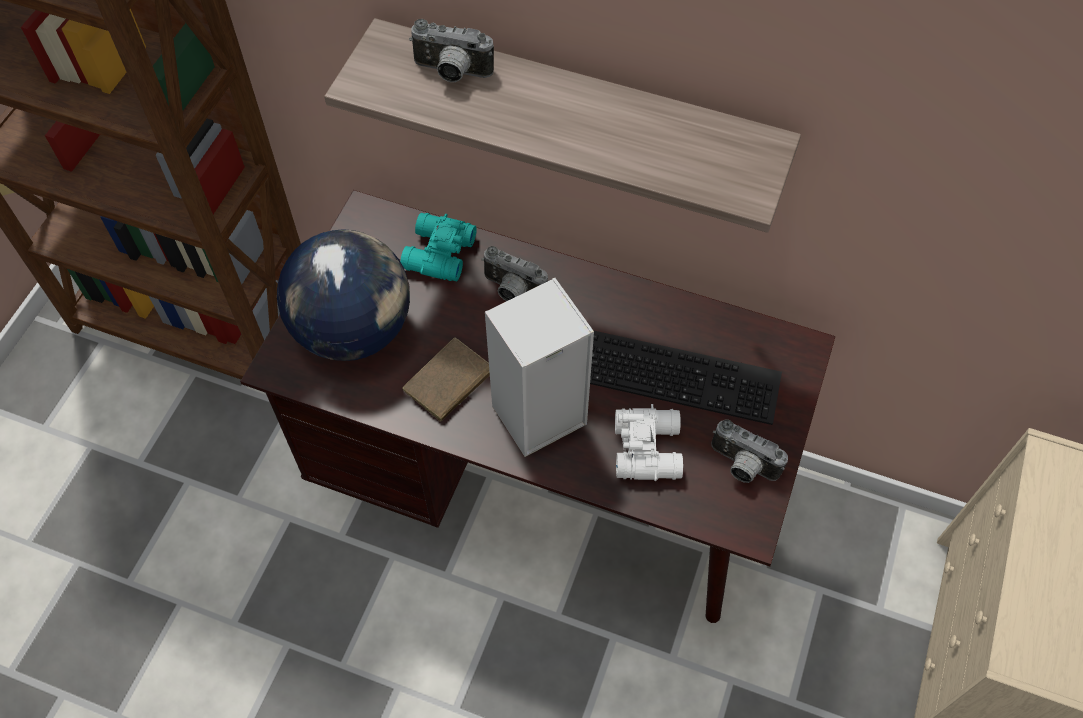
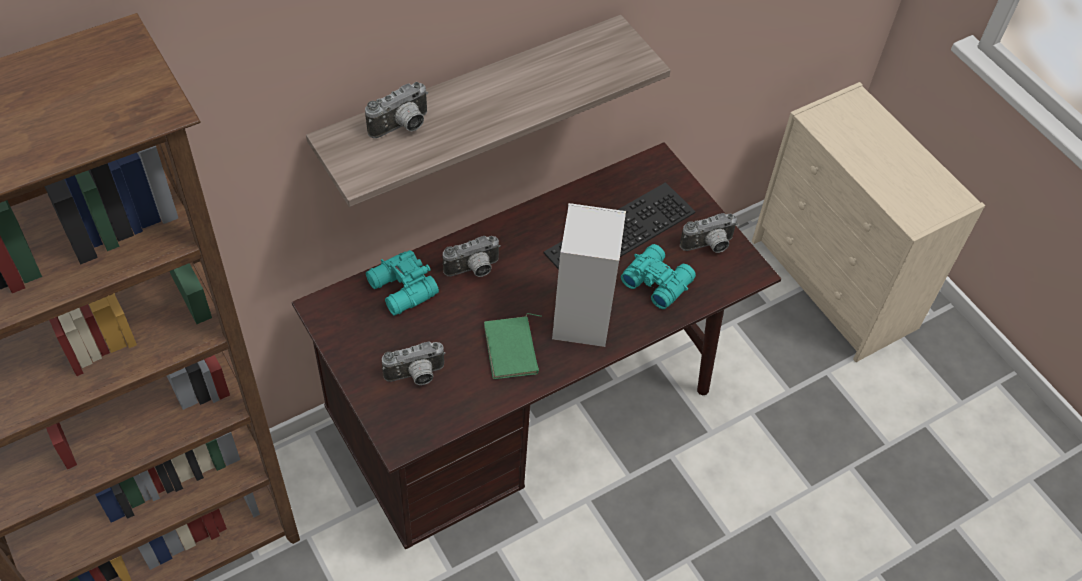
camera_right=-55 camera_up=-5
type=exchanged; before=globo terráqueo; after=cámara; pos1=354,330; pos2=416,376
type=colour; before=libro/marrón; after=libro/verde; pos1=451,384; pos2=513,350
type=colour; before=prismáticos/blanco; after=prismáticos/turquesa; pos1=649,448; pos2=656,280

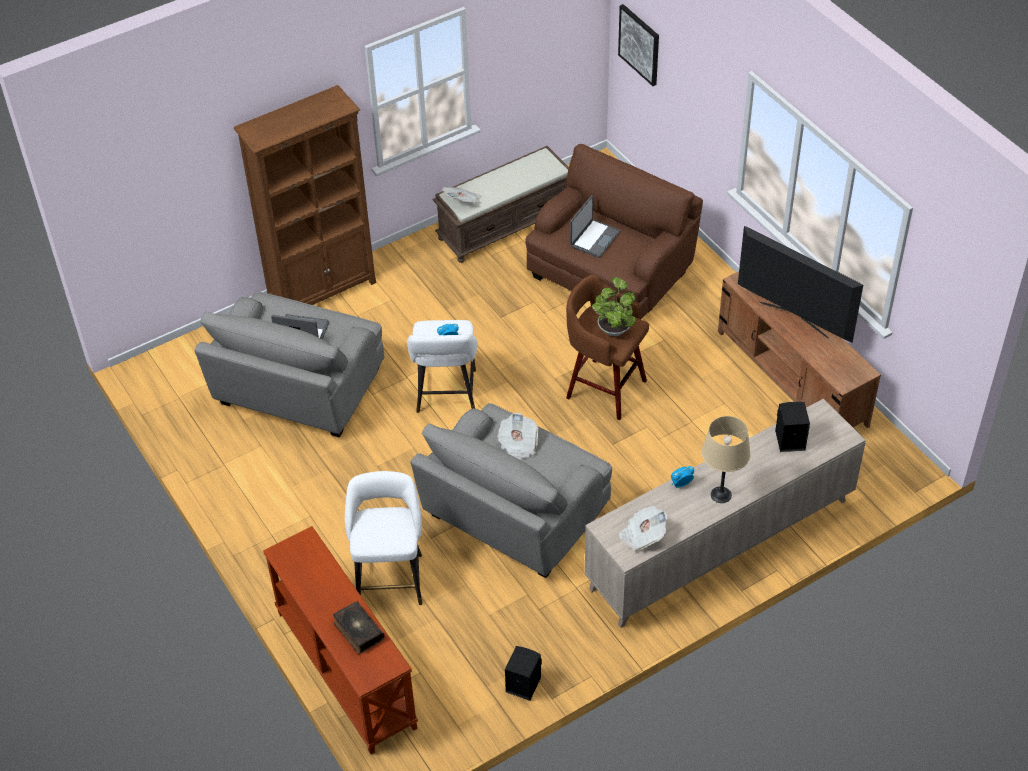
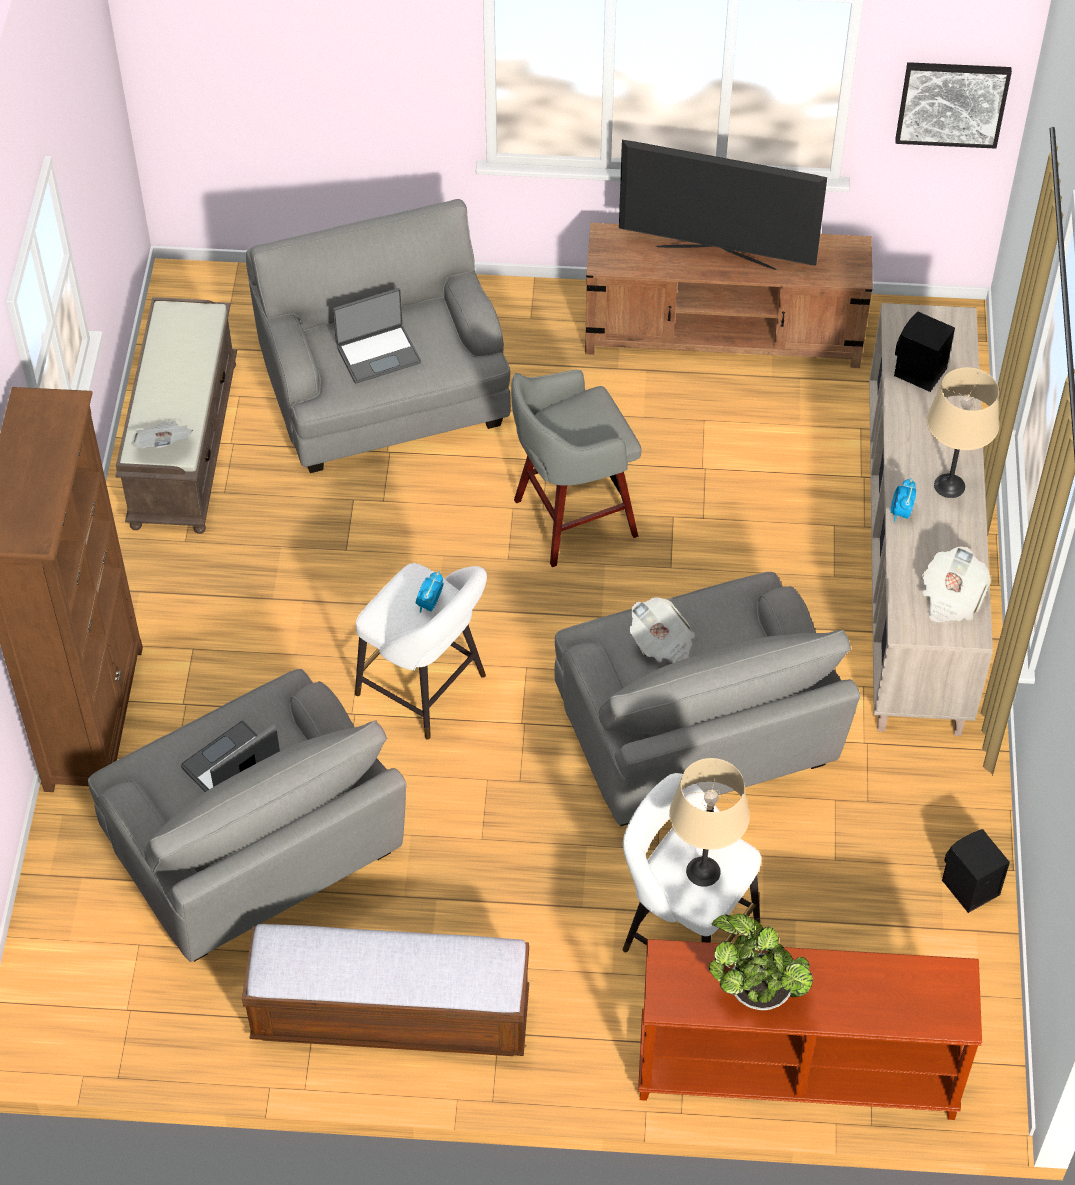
camera_right=-55 camera_up=5
type=missing; before=libro; pos1=358,631
type=colour; before=sillón/marrón; after=sillón/gris; pos1=612,272; pos2=383,390
type=colour; before=taburete/marrón; after=taburete/gris; pos1=604,388; pos2=571,519
type=spun; before=portátil; pos1=594,239; pos2=378,354; turn=90
type=relocated; before=planta en maceta; pos1=614,328; pos2=755,989
type=relocated; before=cuadro; pos1=639,44; pos2=952,103
type=spun; before=televisor; pos1=792,320; pos2=716,256; turn=-150
type=appeared; after=banco; pos2=390,1016
type=appeared; after=lámpara de mesa/beis; pos2=703,871

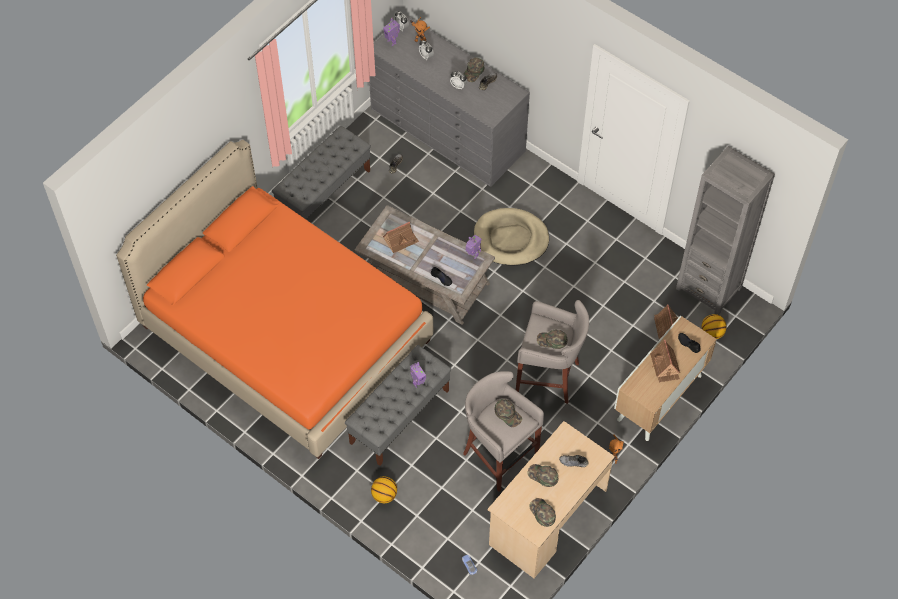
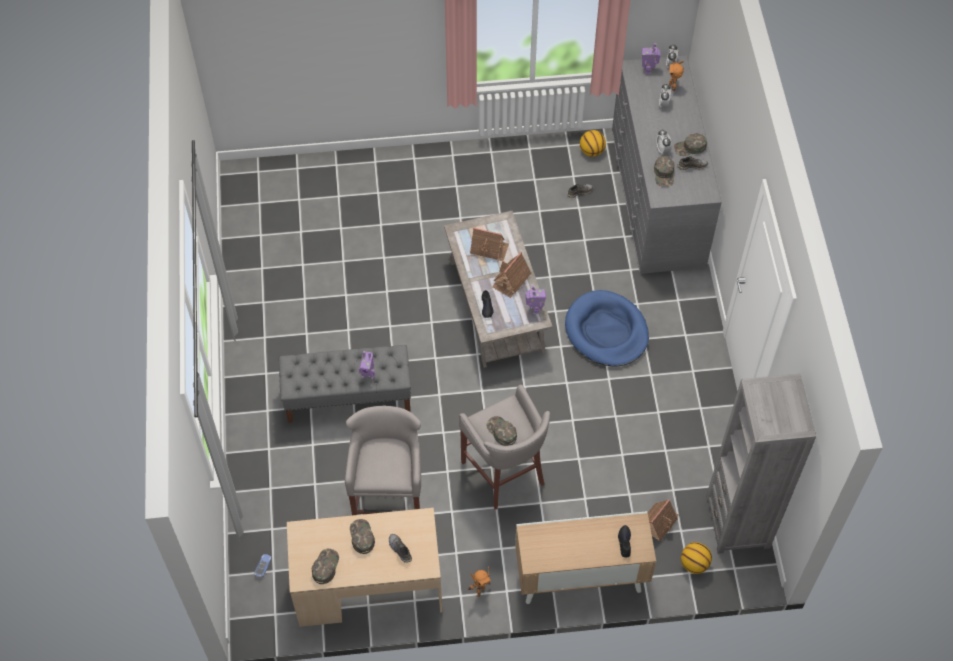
camera_right=45 camera_up=0
type=missing; before=cama/naranja; pos1=285,334
type=missing; before=banco/gris; pos1=324,192
type=relocated; before=balón de baloncesto; pos1=384,495; pos2=592,151
type=colour; before=cama para perro/beis; after=cama para perro/azul; pos1=511,239; pos2=606,331
type=relocated; before=gorra/verde; pos1=508,414; pos2=664,174
type=relocated; before=casita; pos1=665,366; pos2=511,280

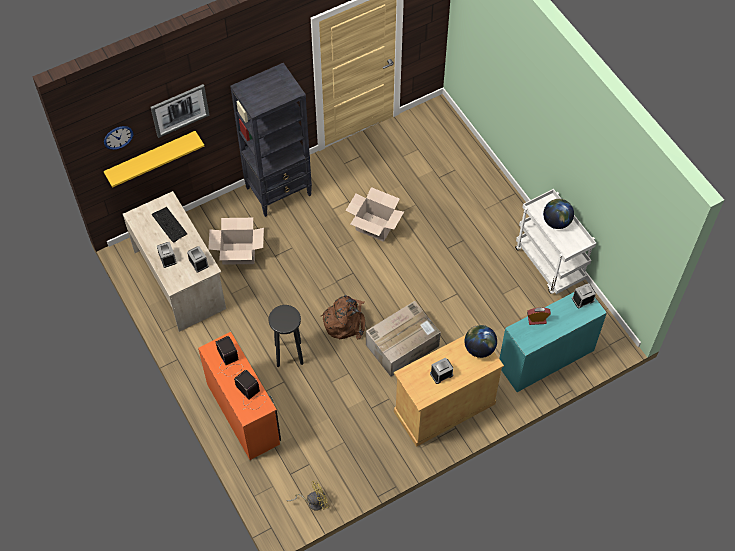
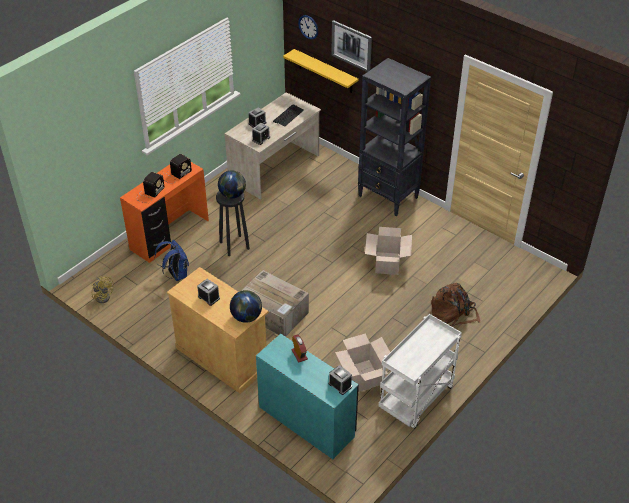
camera_right=70 camera_up=-15
type=relocated; before=caja de cartón; pos1=239,253; pos2=364,375
type=relocated; before=mochila/marrón; pos1=345,321; pos2=453,315
type=relocated; before=globo terráqueo; pos1=556,222; pos2=232,195
type=appeared; after=mochila/azul; pos2=176,274

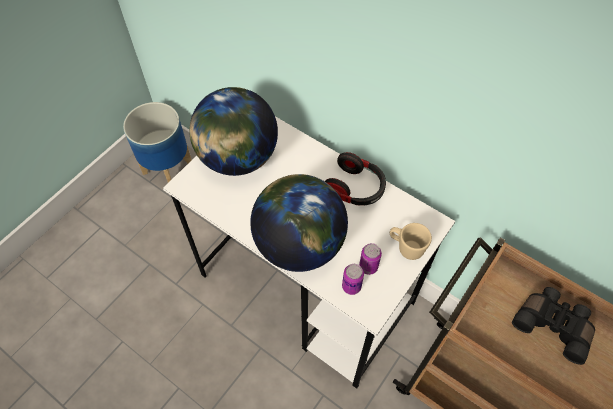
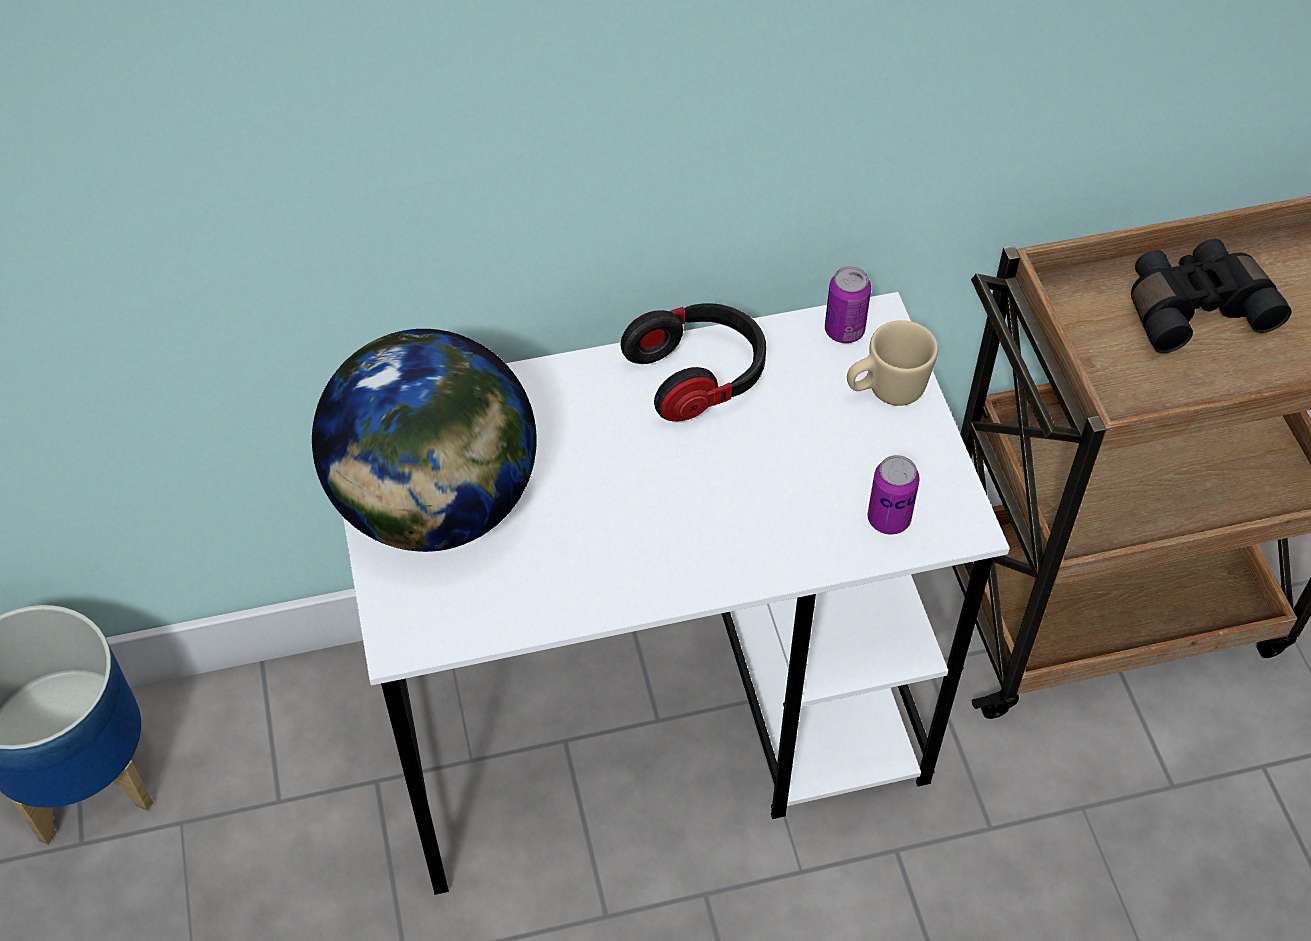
camera_right=-50 camera_up=-5
type=missing; before=globo terráqueo; pos1=299,244
type=relocated; before=lata; pos1=368,266; pos2=844,331

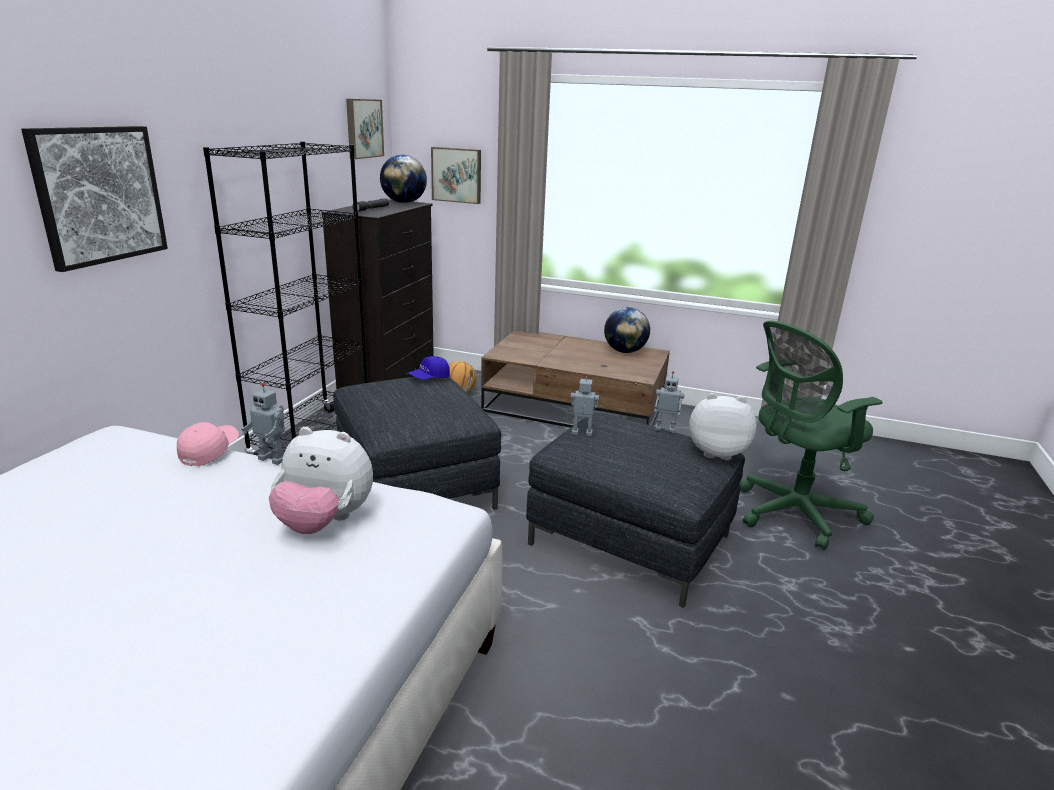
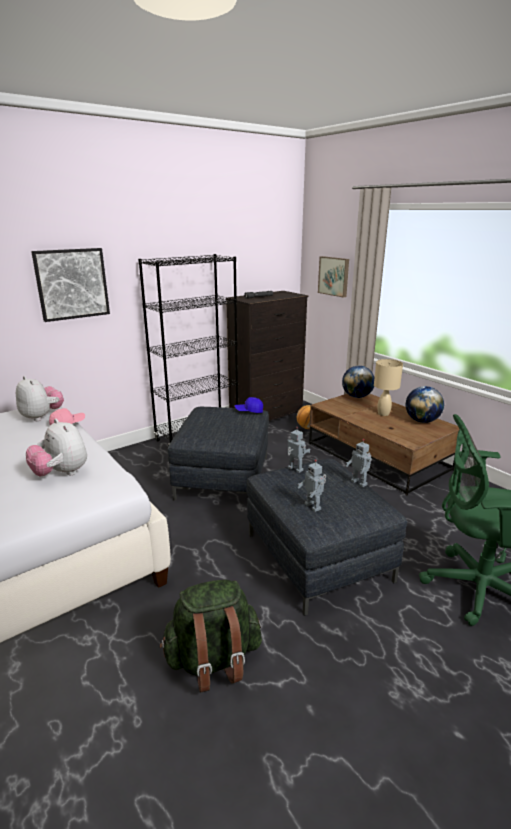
camera_right=35 camera_up=0
type=relocated; before=robot de juguete; pos1=273,459; pos2=313,506
type=missing; before=cuadro; pos1=363,128
type=relocated; before=globo terráqueo; pos1=404,203; pos2=357,396
type=relocated; before=peluche; pos1=716,452; pos2=42,417
type=appeared; after=mochila/verde; pos2=213,660
type=appeared; after=lámpara de mesa/beis; pos2=384,413

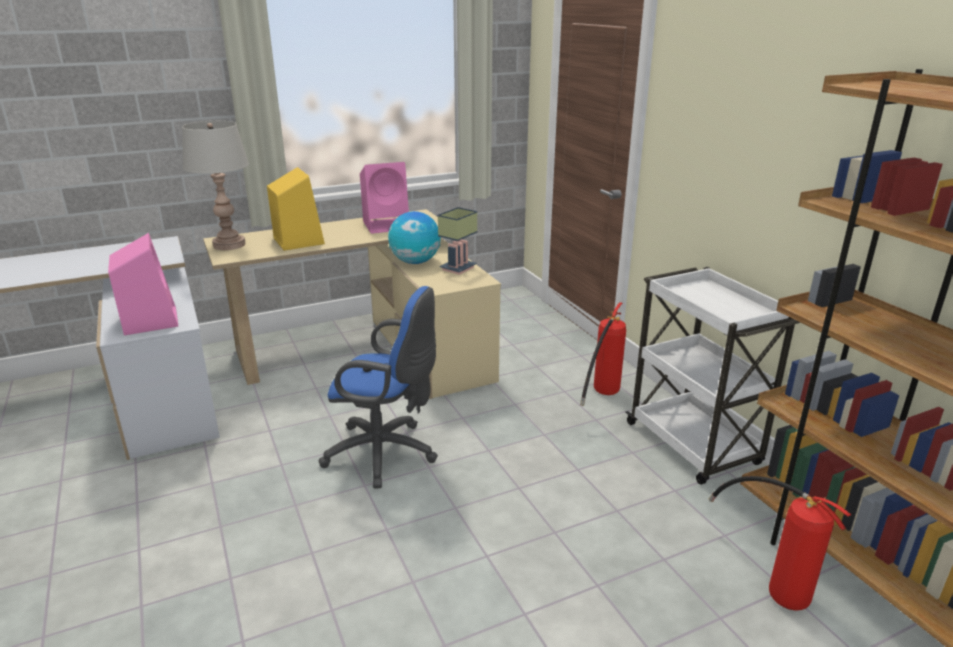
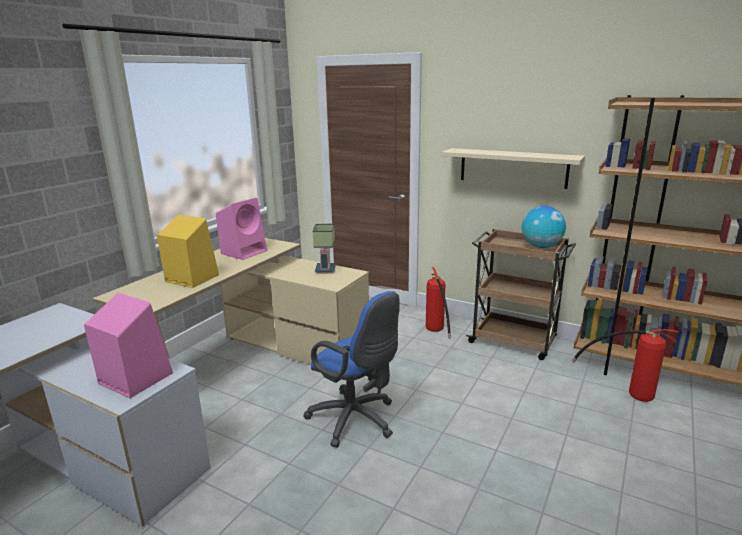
camera_right=-35 camera_up=-5
type=missing; before=lámpara de mesa/gris; pos1=229,245
type=spun; before=silla de oficina/azul; pos1=386,454; pos2=356,420; turn=60
type=relocated; before=globo terráqueo; pos1=415,262; pos2=541,247
type=colour; before=carrito/blanco; after=carrito/marrón; pos1=694,445; pos2=514,341
type=appeared; after=estante/beis; pos2=513,168

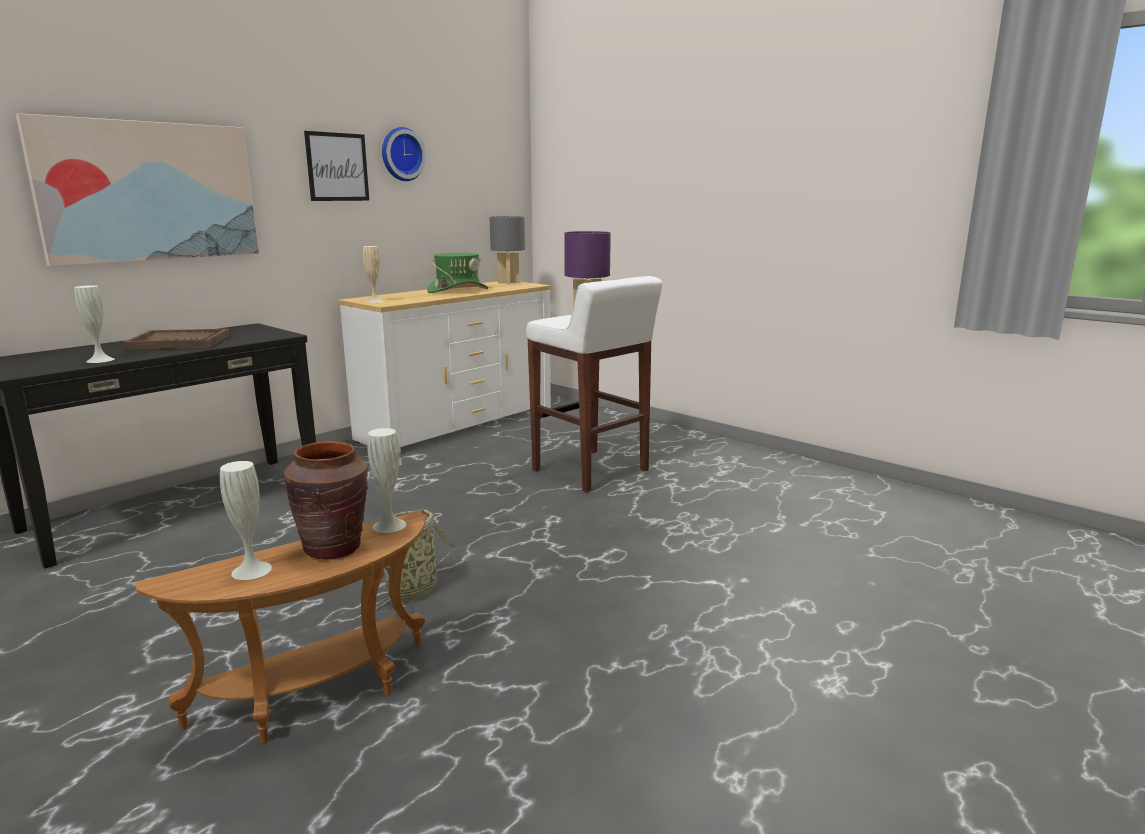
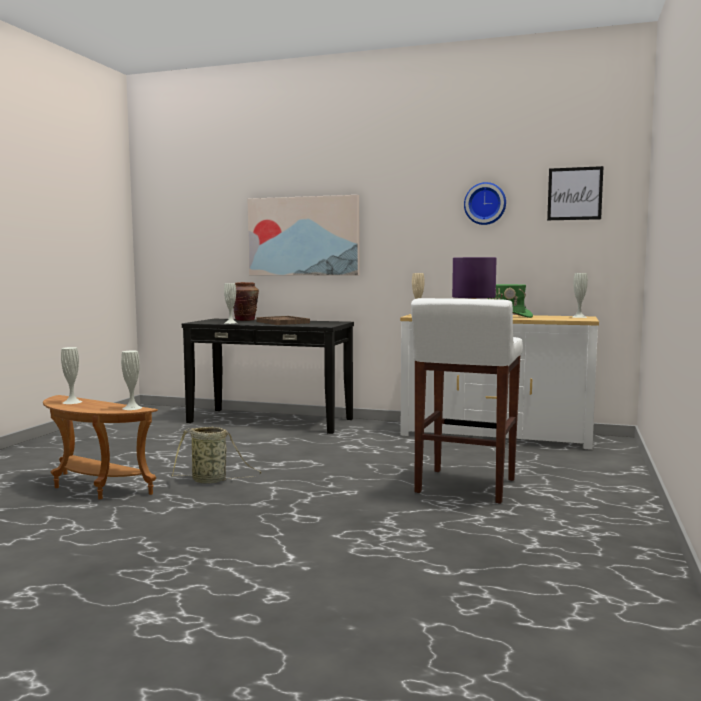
camera_right=65 camera_up=-10
type=relocated; before=florero/marrón; pos1=333,548; pos2=245,320
type=relocated; before=cuadro; pos1=337,167; pos2=574,193
type=exchanged; before=lámpara de mesa/gris; after=florero/blanco; pos1=508,282; pos2=579,317

